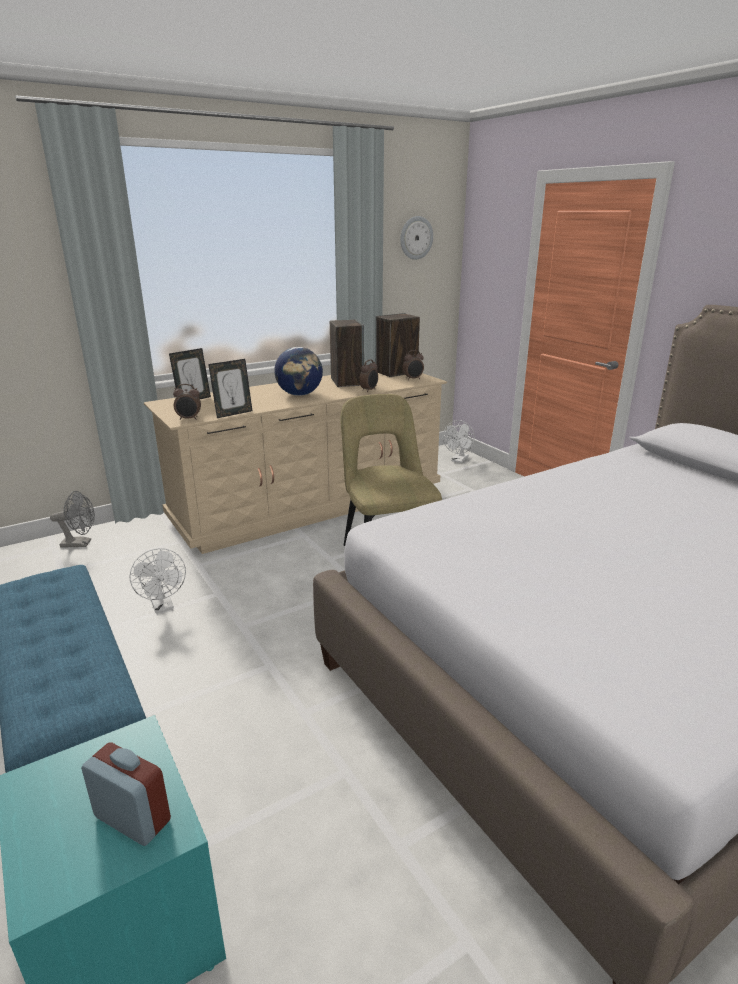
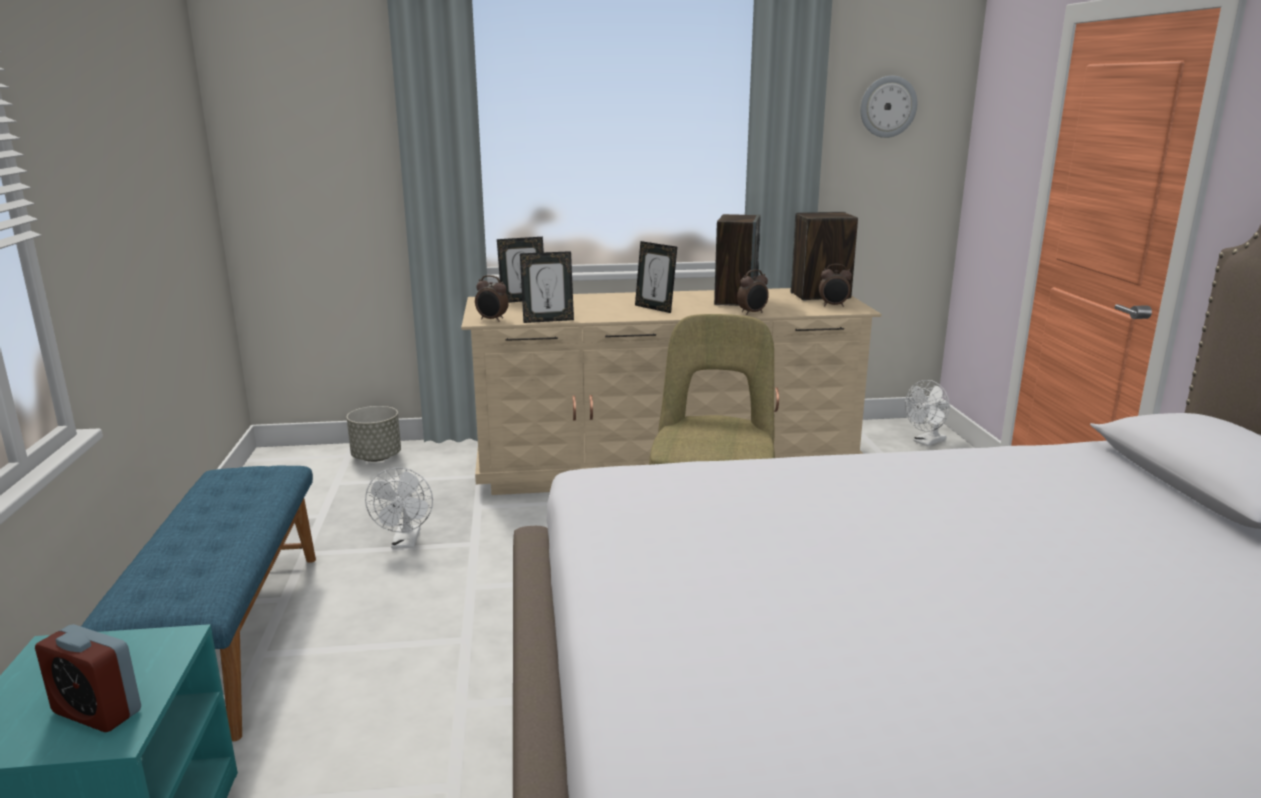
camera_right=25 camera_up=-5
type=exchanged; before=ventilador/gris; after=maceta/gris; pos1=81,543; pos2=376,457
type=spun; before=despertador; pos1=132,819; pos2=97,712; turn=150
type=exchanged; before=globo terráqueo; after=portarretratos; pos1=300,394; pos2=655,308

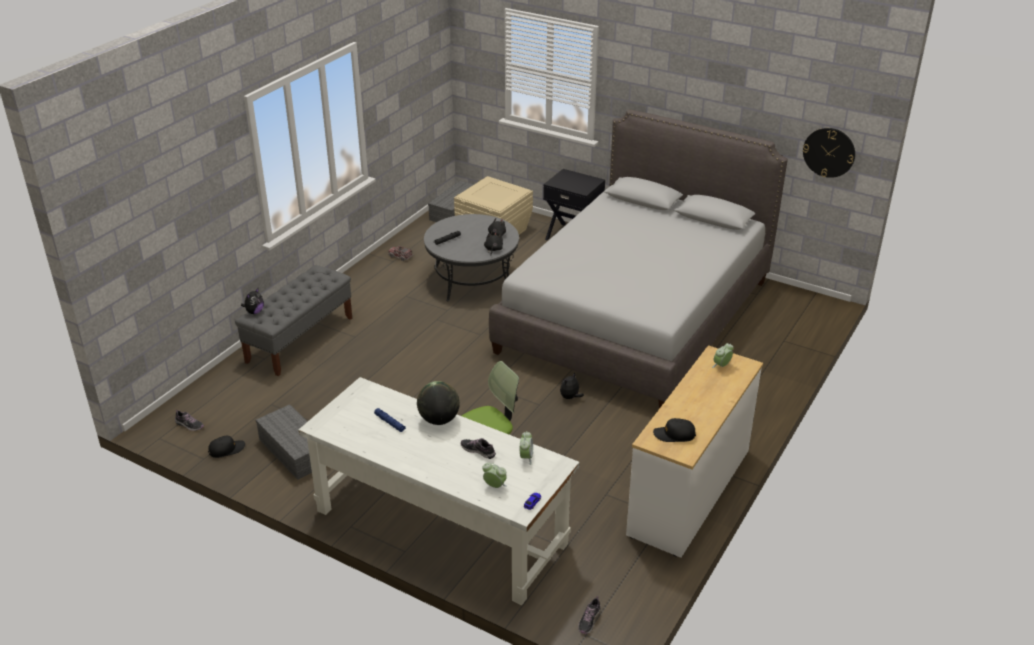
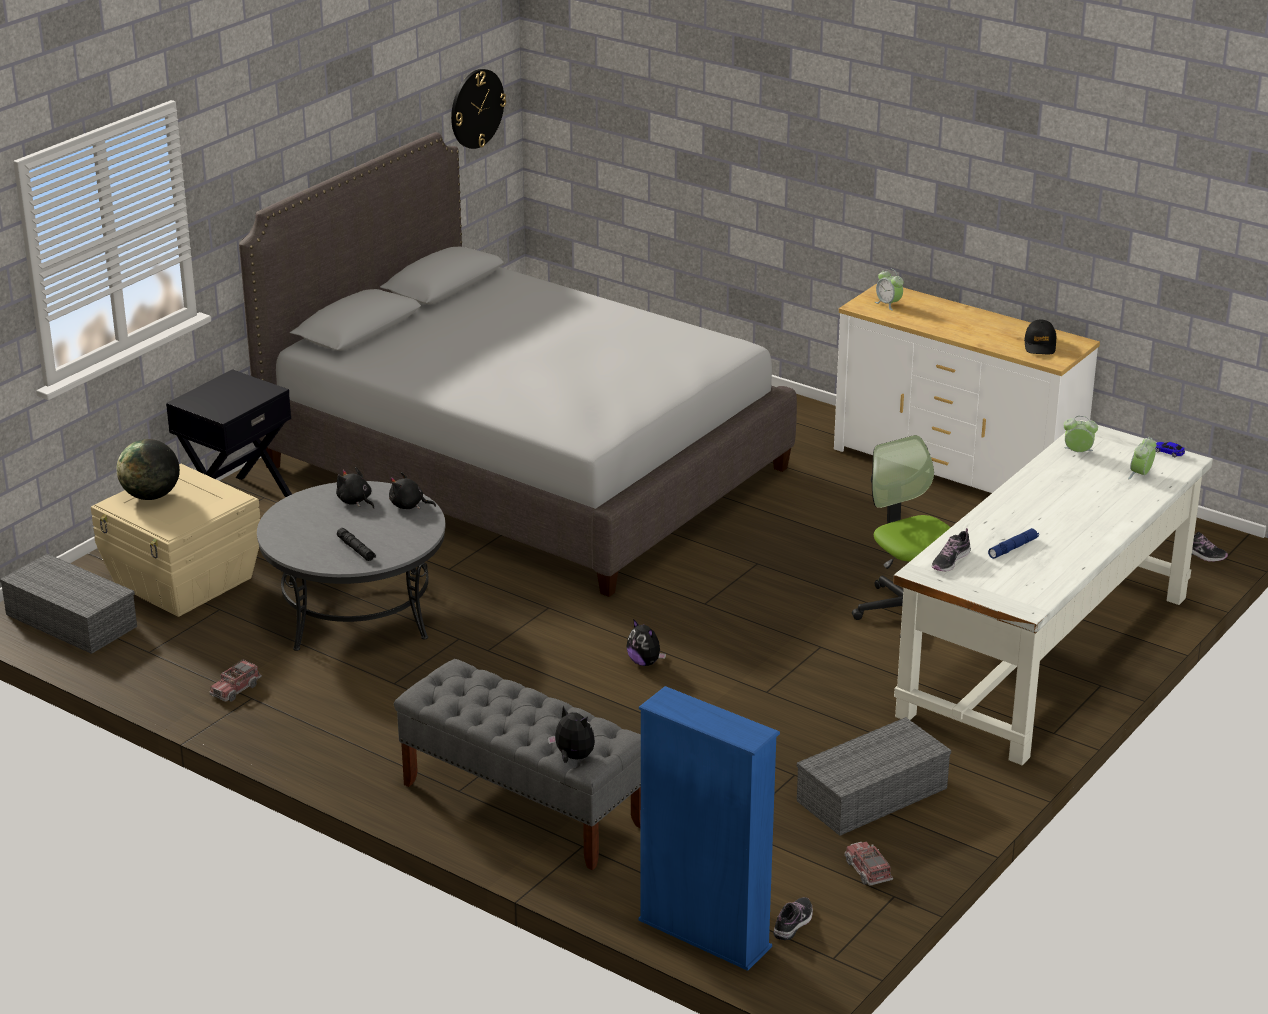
camera_right=-85 camera_up=-5
type=exchanged; before=gorra/negro; after=camión de juguete; pos1=226,449; pos2=867,871
type=relocated; before=globo terráqueo; pos1=439,420; pos2=151,496
type=relocated; before=zapato; pos1=478,451; pos2=950,561
type=relocated; before=peluche; pos1=570,397; pos2=645,662
type=appeared; after=estantería/azul; pos2=704,934

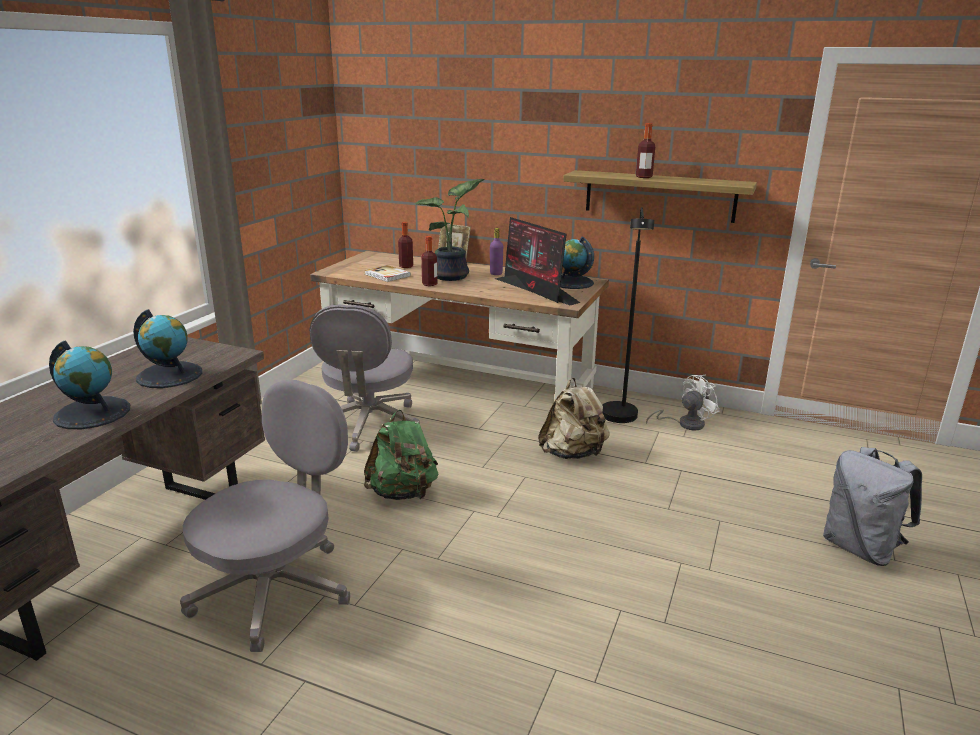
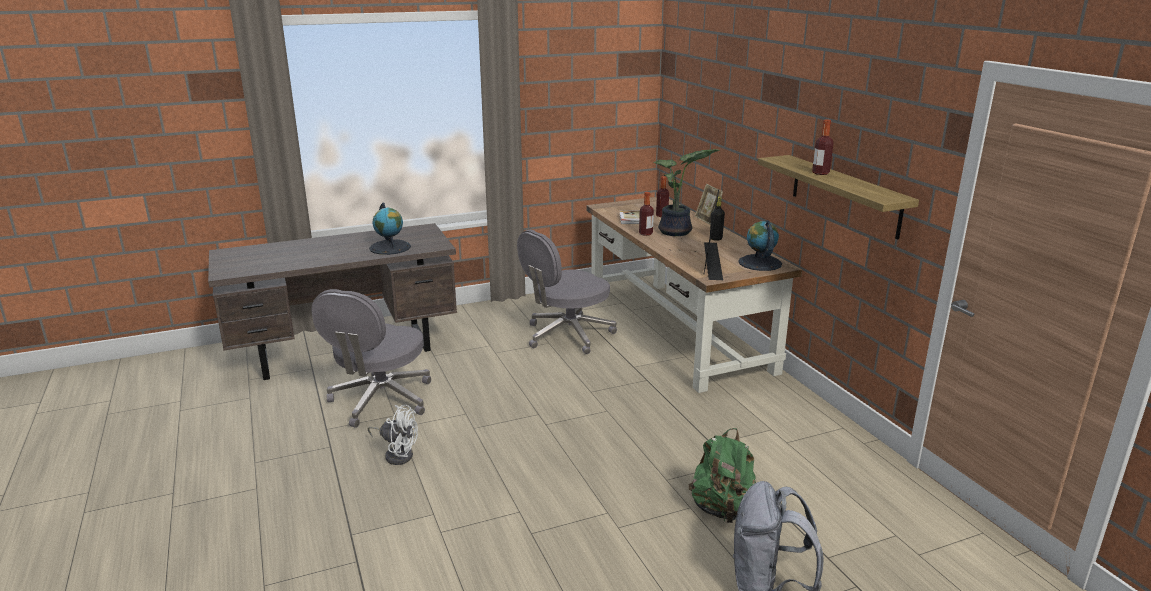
camera_right=45 camera_up=0
type=missing; before=globo terráqueo; pos1=92,413
type=spun; before=silla de oficina/gris; pos1=276,589; pos2=380,400; turn=120
type=relocated; before=mochila/verde; pos1=403,493; pos2=722,509
type=colour; before=botella/morado; after=botella/negro; pos1=496,273; pos2=716,239
type=missing; before=mochila/beis; pos1=573,454
type=missing; before=lámpara de pie/negro; pos1=620,419
type=relocated; before=ventilador/blanco; pos1=685,424; pos2=397,454

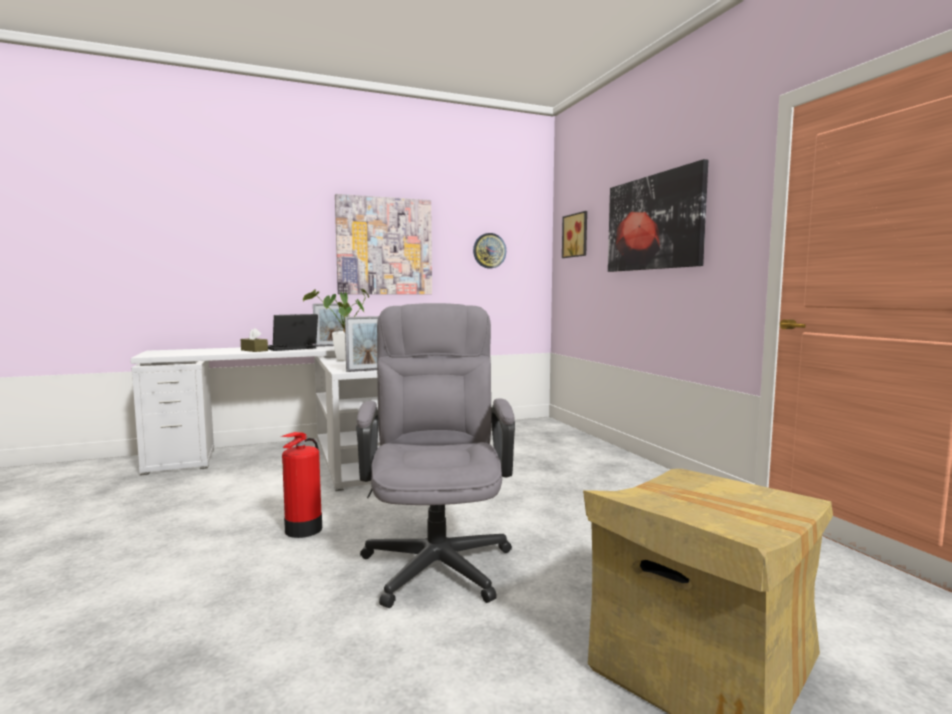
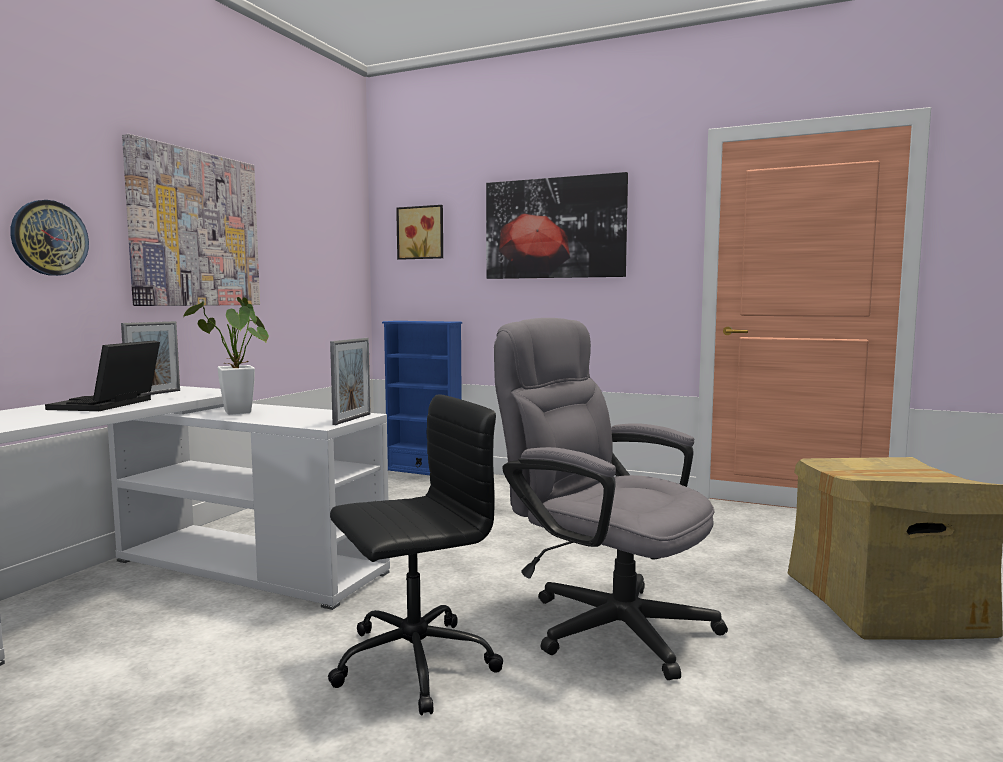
camera_right=-45 camera_up=0
type=missing; before=caja de pañuelos/marrón; pos1=254,350
type=exchanged; before=extintor; after=silla de oficina/negro; pos1=303,530; pos2=411,663
type=relocated; before=reloj de pared; pos1=489,250; pos2=49,238
type=appeared; after=estantería/azul; pos2=424,471

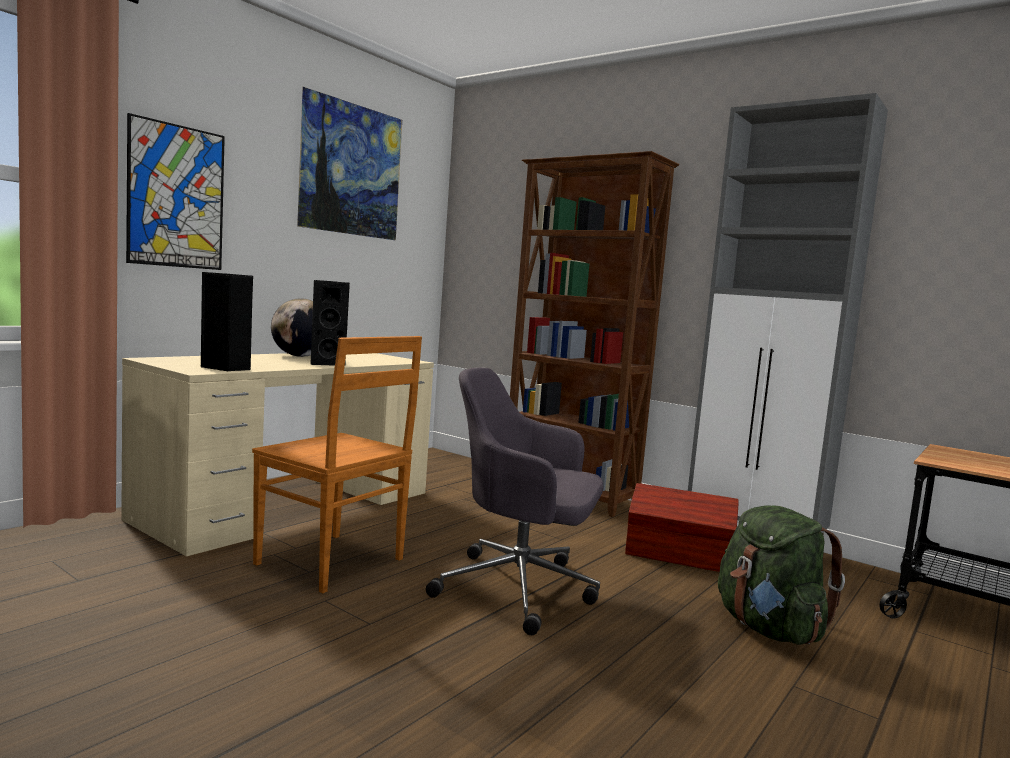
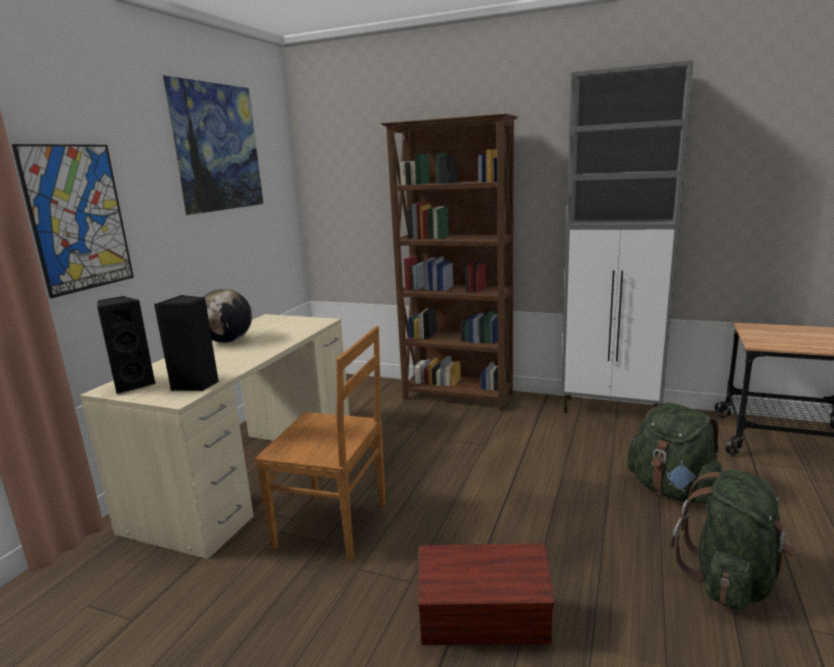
camera_right=-15 camera_up=10
type=relocated; before=altavoz/negro; pos1=326,363; pos2=133,384
type=missing; before=silla de oficina/gris; pos1=520,589
type=relocated; before=caja de almacenaje/marrón; pos1=679,556; pos2=485,623
type=appeared; after=mochila/verde; pos2=730,580

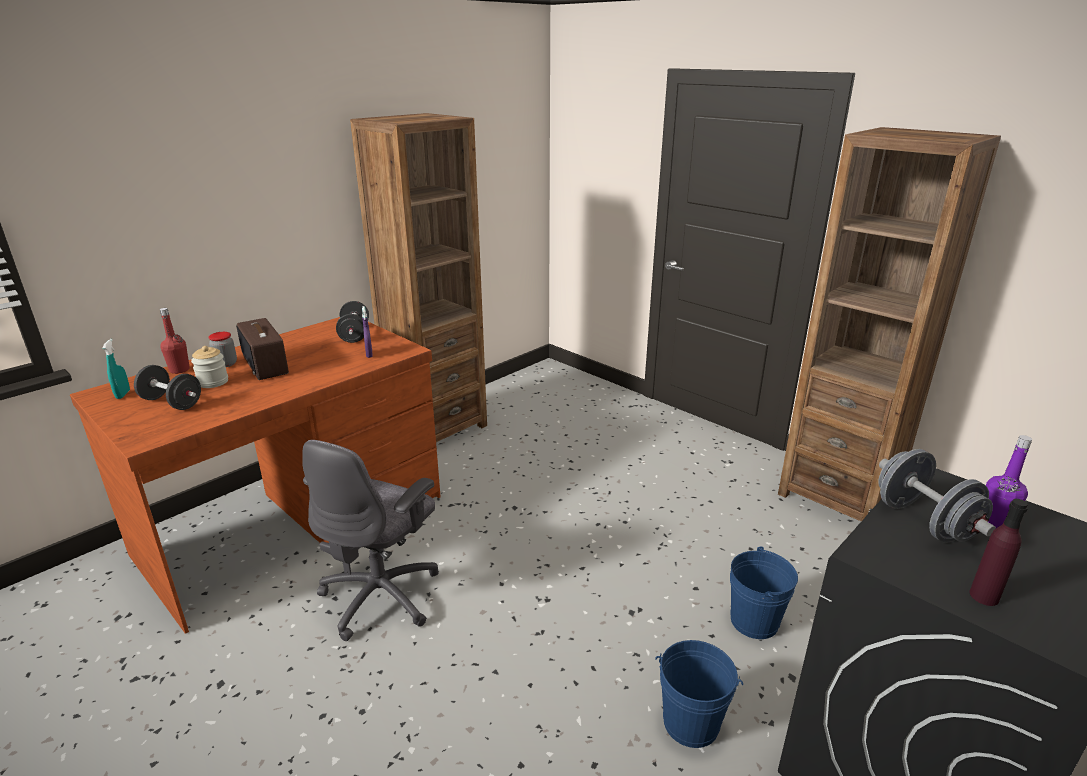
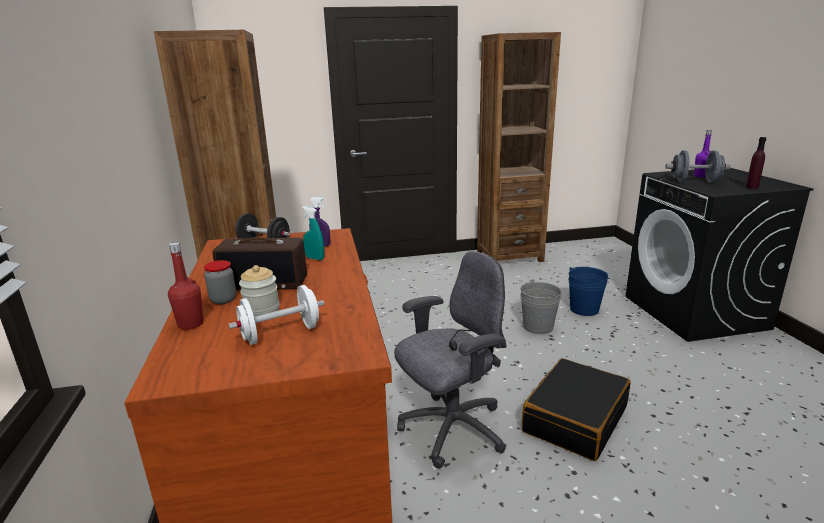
camera_right=-55 camera_up=-5
type=relocated; before=pulverizador/turquesa; pos1=123,394; pos2=315,258
type=colour; before=mancuerna/negro; after=mancuerna/blanco; pos1=172,403; pos2=280,333
type=spun; before=silla de oficina/gris; pos1=382,595; pos2=451,430; turn=-90
type=missing; before=cubo/azul; pos1=690,723
type=appeared; after=cubo/gris; pos2=538,326
type=appeared; after=maleta/negro; pos2=574,419

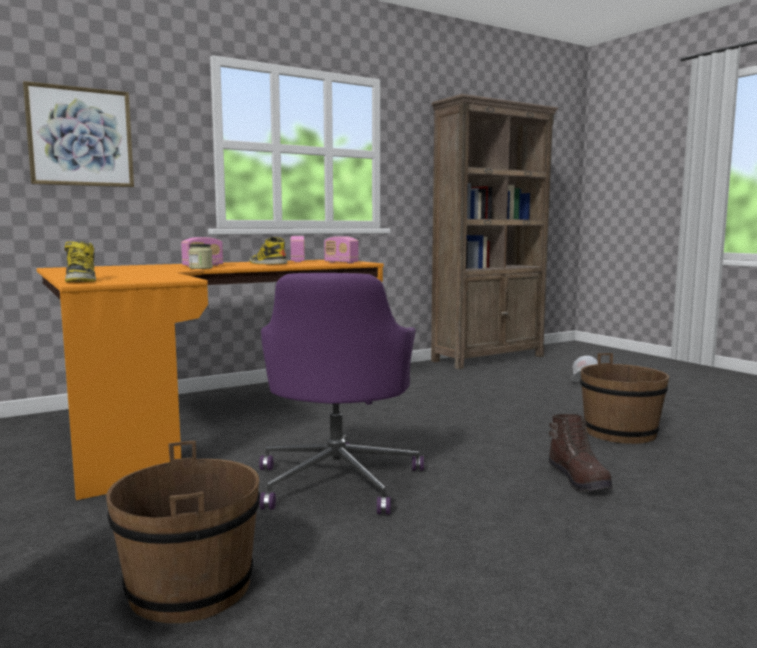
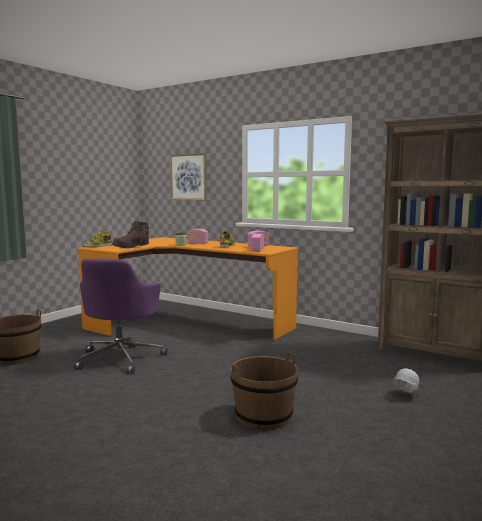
camera_right=65 camera_up=0
type=spun; before=silla de oficina/morado; pos1=338,480; pos2=121,358; turn=-60
type=relocated; before=bota/marrón; pos1=579,479; pos2=131,247

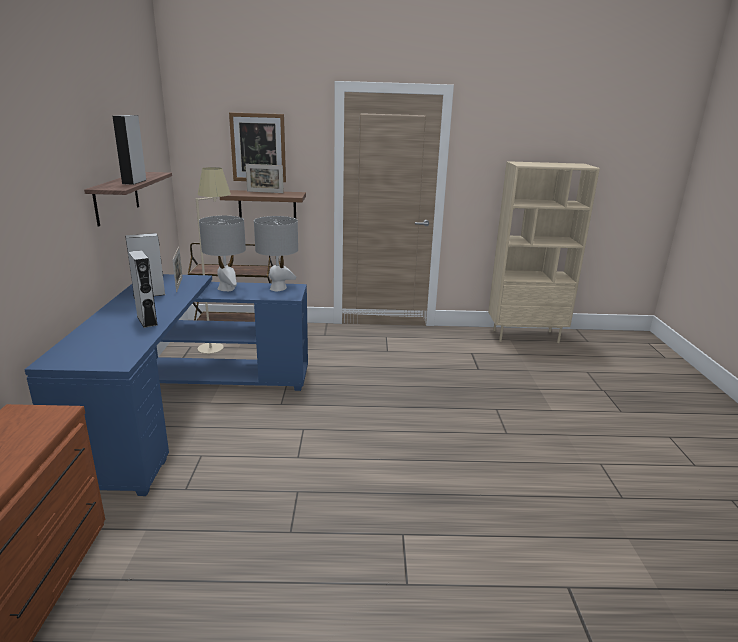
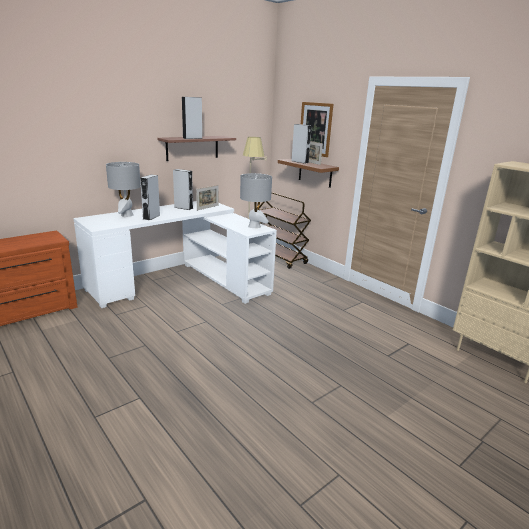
camera_right=50 camera_up=0
type=colour; before=escritorio/azul; after=escritorio/blanco; pos1=185,406; pos2=183,282
type=relocated; before=lámpara de mesa/gris; pos1=226,288; pos2=126,215
type=appeared; after=altavoz/gris; pos2=300,162

